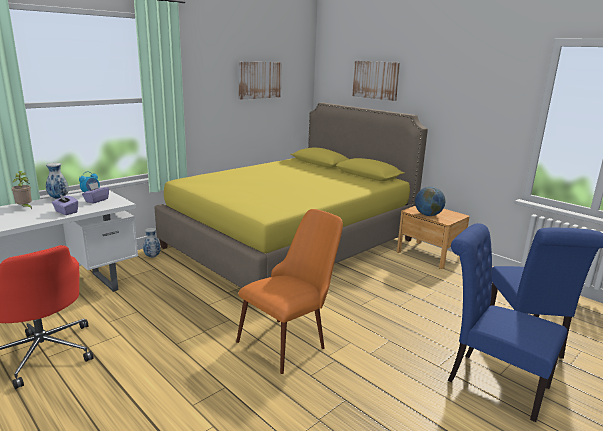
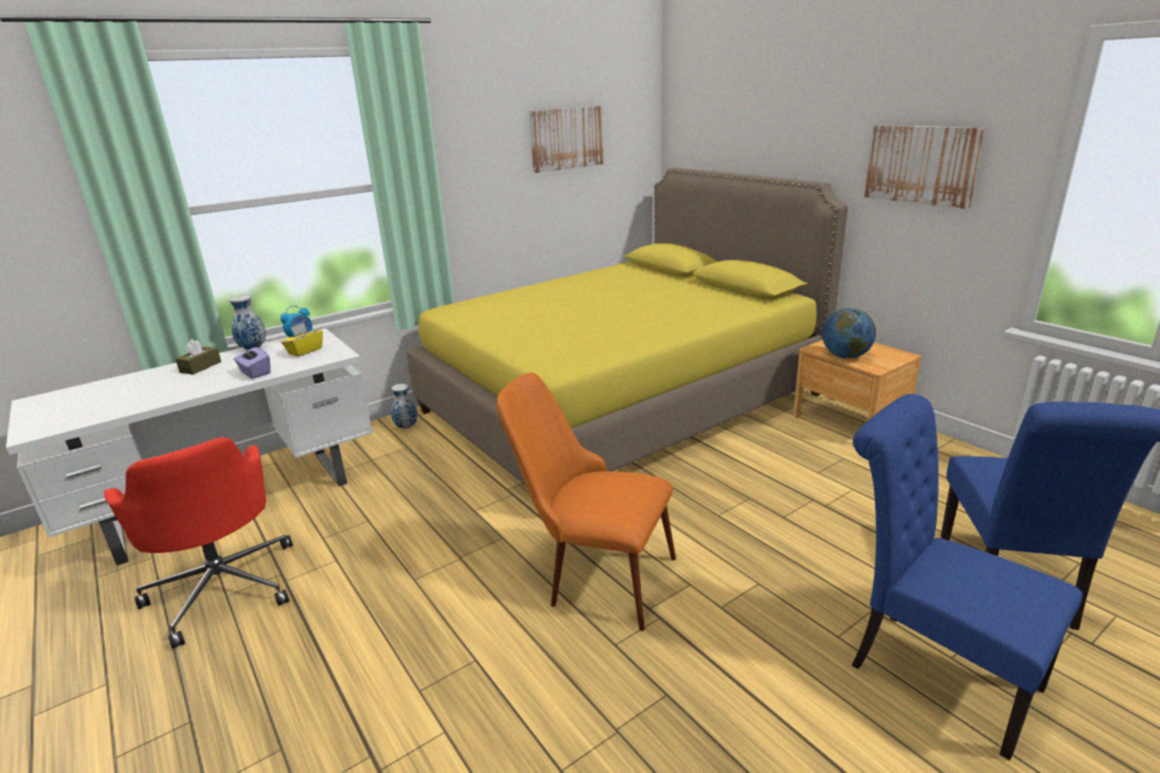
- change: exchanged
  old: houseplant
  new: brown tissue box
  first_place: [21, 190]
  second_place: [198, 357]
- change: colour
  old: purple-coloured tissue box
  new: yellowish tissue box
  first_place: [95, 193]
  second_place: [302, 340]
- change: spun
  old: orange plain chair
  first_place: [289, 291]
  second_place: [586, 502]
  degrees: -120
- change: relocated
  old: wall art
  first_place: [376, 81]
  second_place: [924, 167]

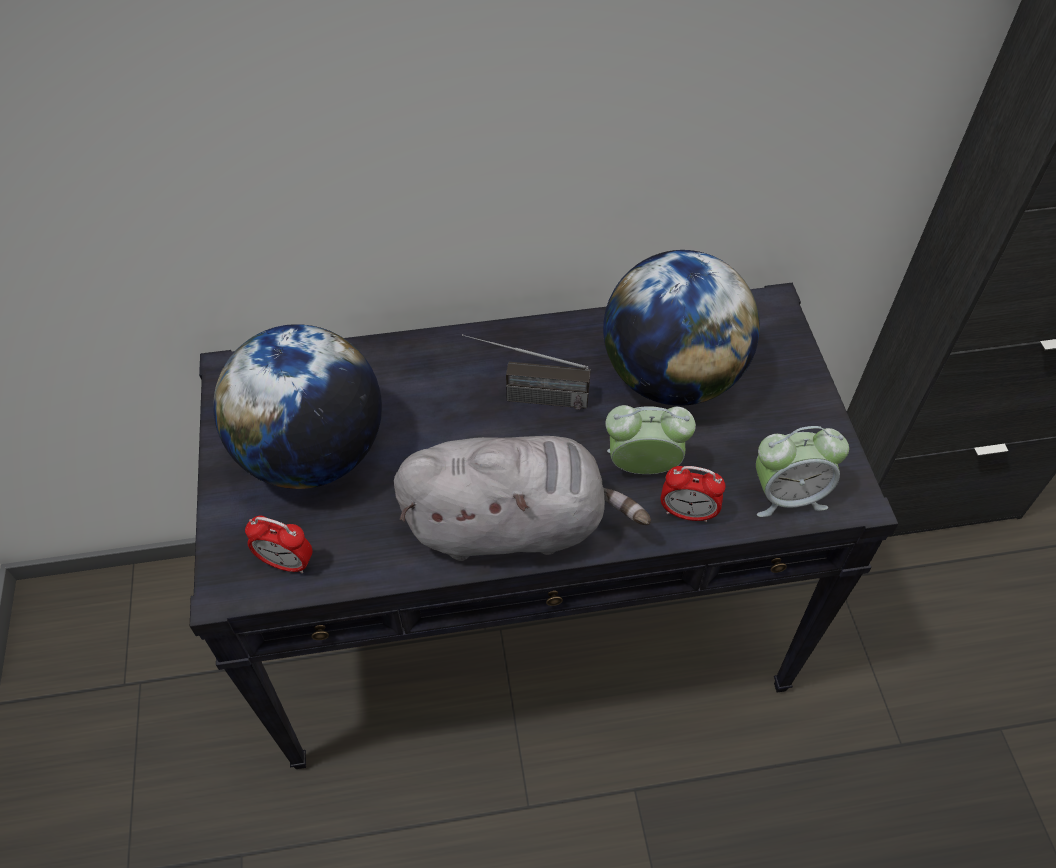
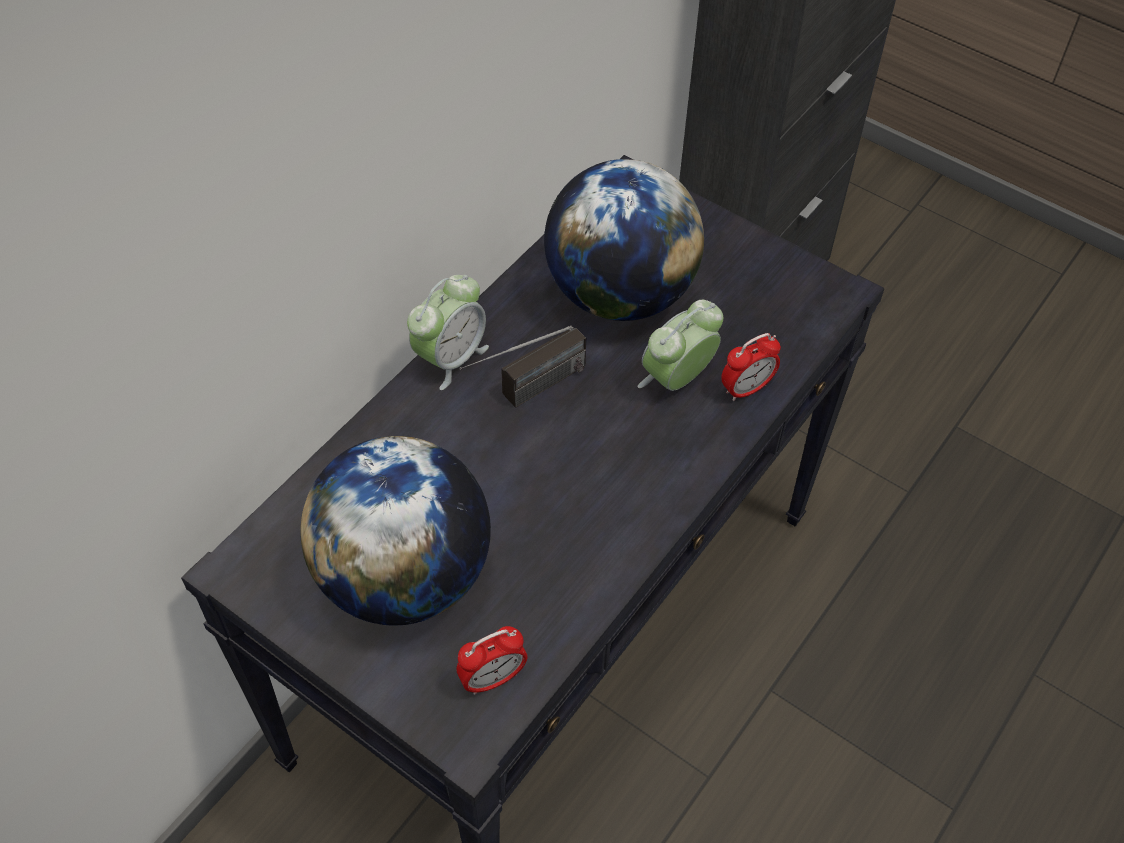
- change: missing
  old: gray plush toy
  first_place: [522, 498]
- change: relocated
  old: alarm clock
  first_place: [802, 471]
  second_place: [448, 332]

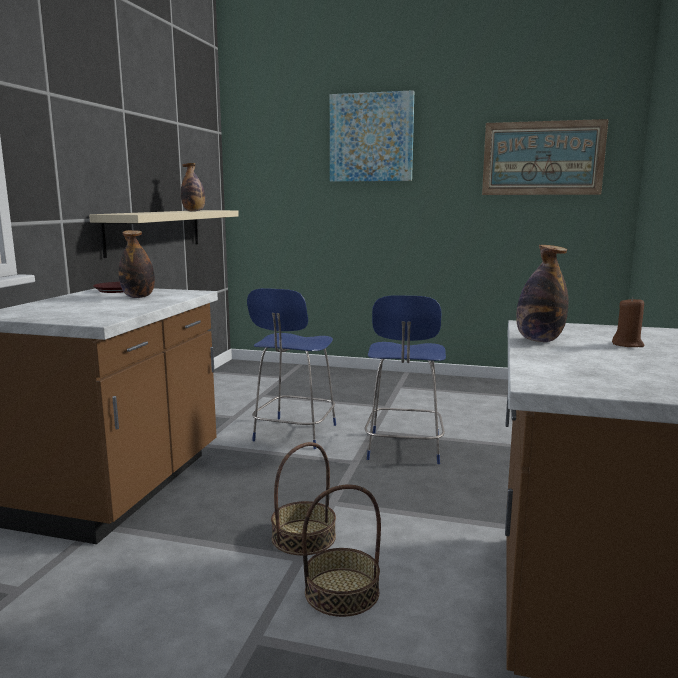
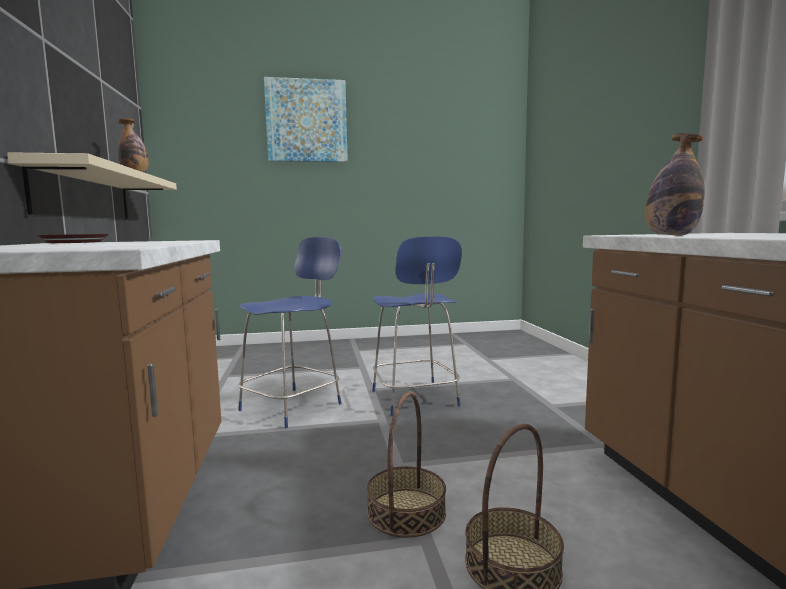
- change: missing
  old: drink bottle
  first_place: [137, 264]
- change: spun
  old: blue-coloured plain chair
  first_place: [291, 368]
  second_place: [289, 332]
  degrees: -135
- change: missing
  old: wall art
  first_place: [545, 157]
- change: missing
  old: brown wax light
  first_place: [628, 322]

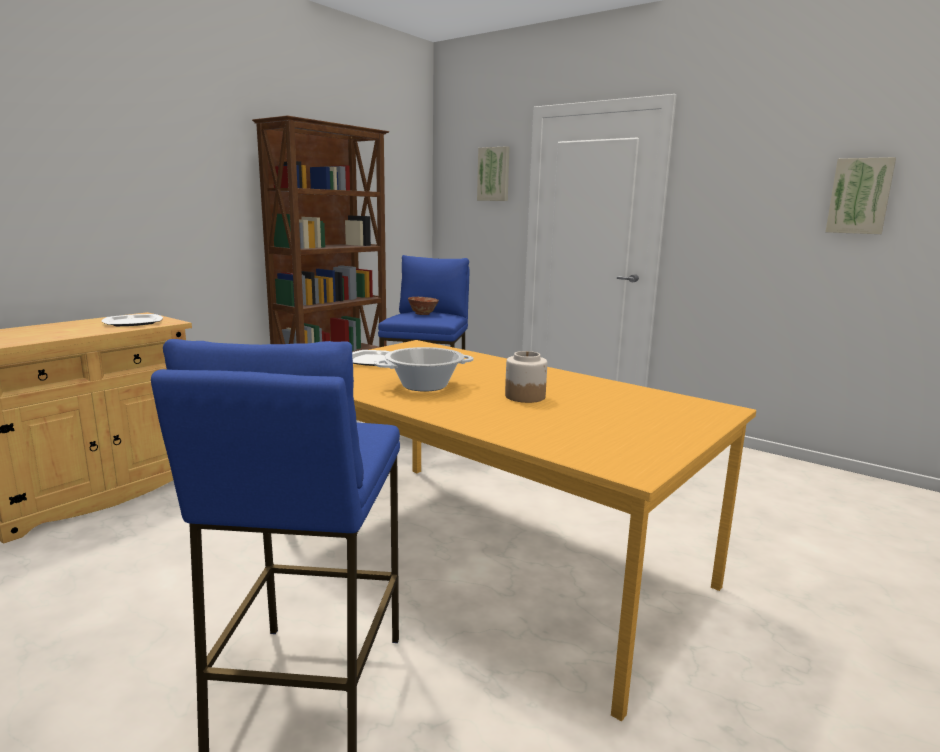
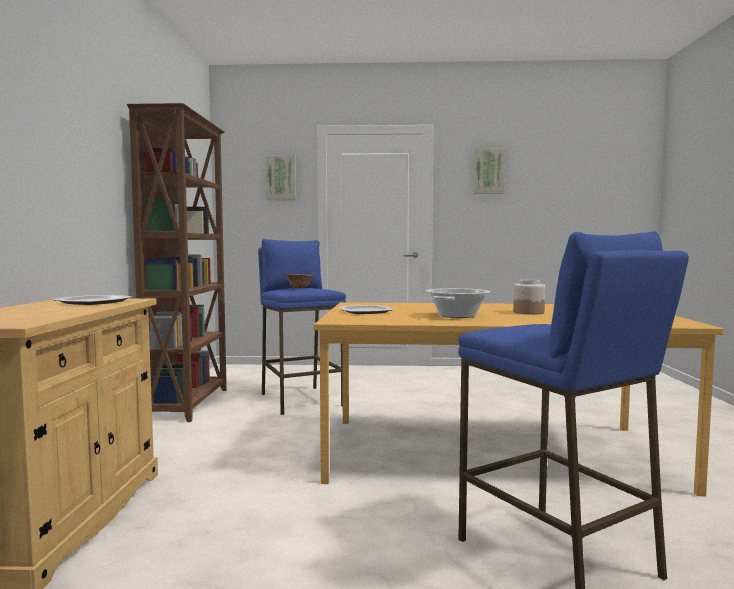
- change: relocated
  old: wall art
  first_place: [861, 195]
  second_place: [489, 171]

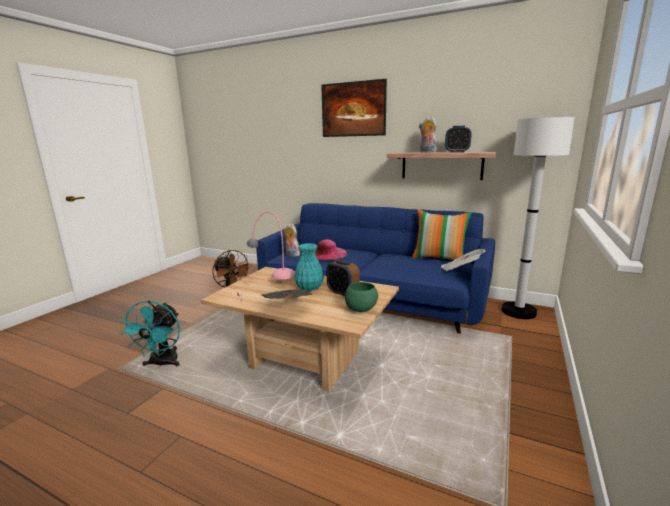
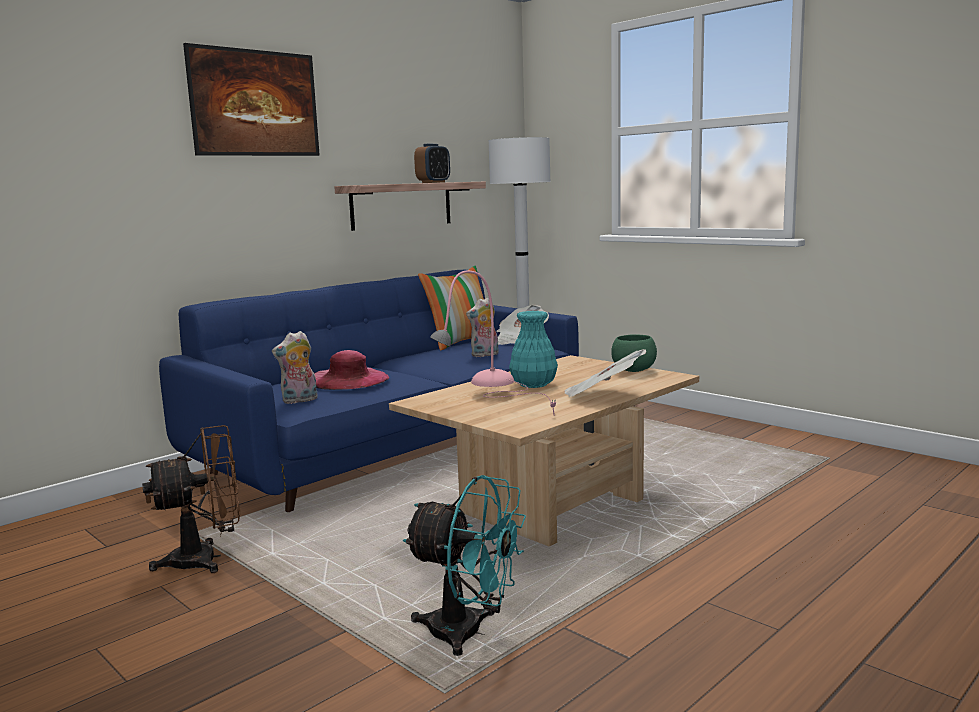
- change: missing
  old: alarm clock
  first_place: [343, 277]
- change: relocated
  old: plush toy
  first_place: [428, 134]
  second_place: [482, 327]

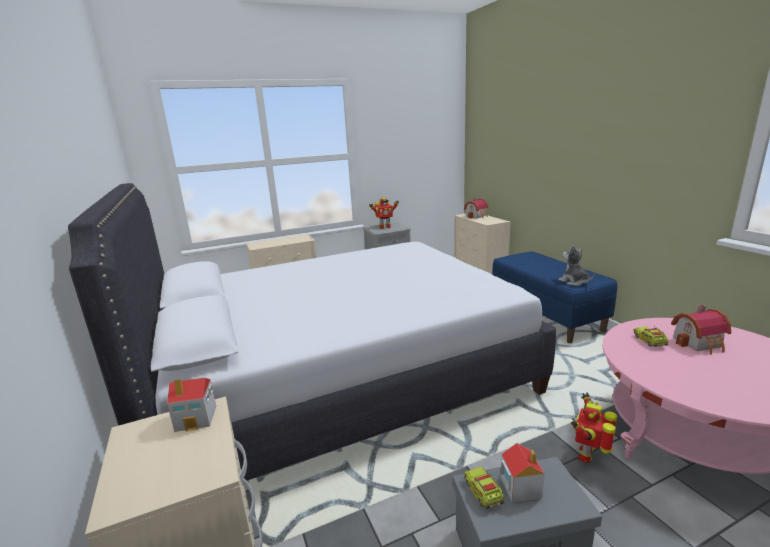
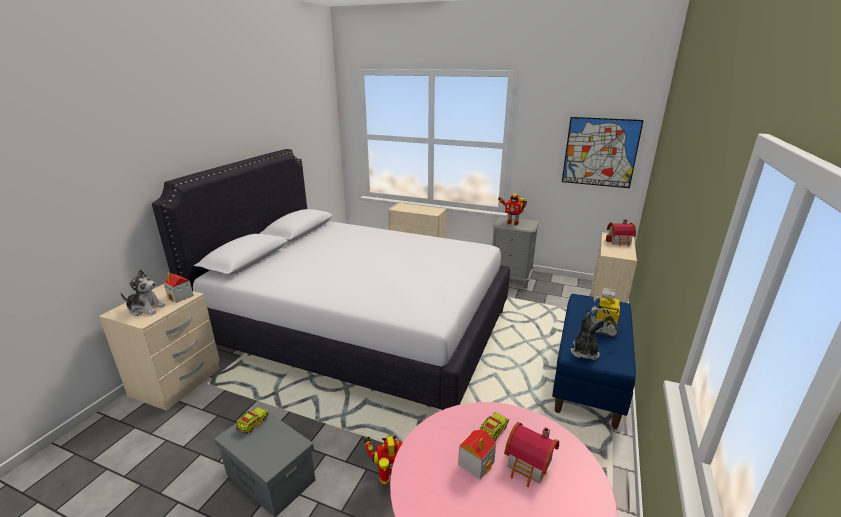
- change: relocated
  old: miniature house
  first_place: [522, 472]
  second_place: [477, 454]
- change: appeared
  new: plush toy
  second_place: [142, 293]
- change: appeared
  new: wall art
  second_place: [603, 152]
- change: appeared
  new: toy robot
  second_place: [605, 312]

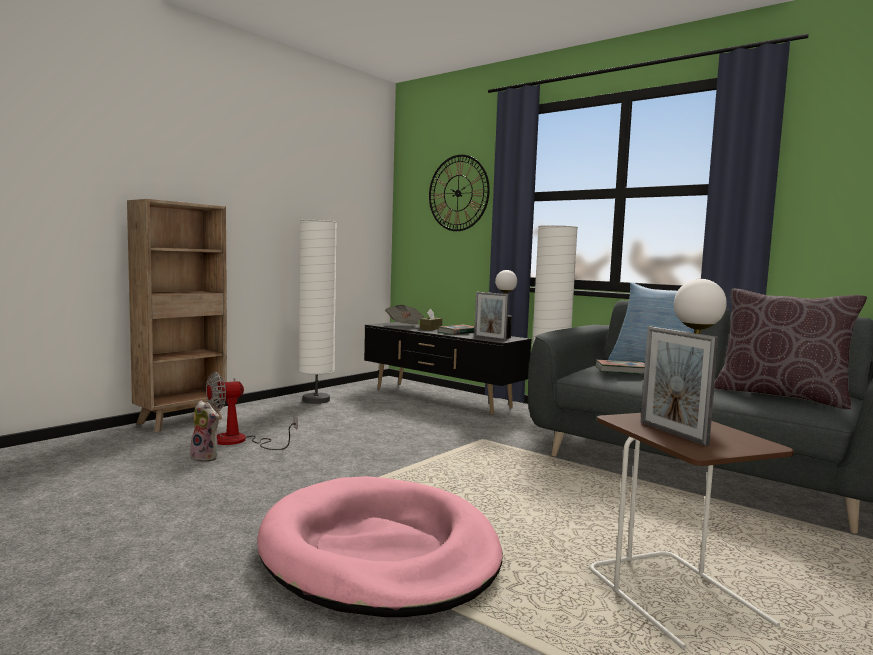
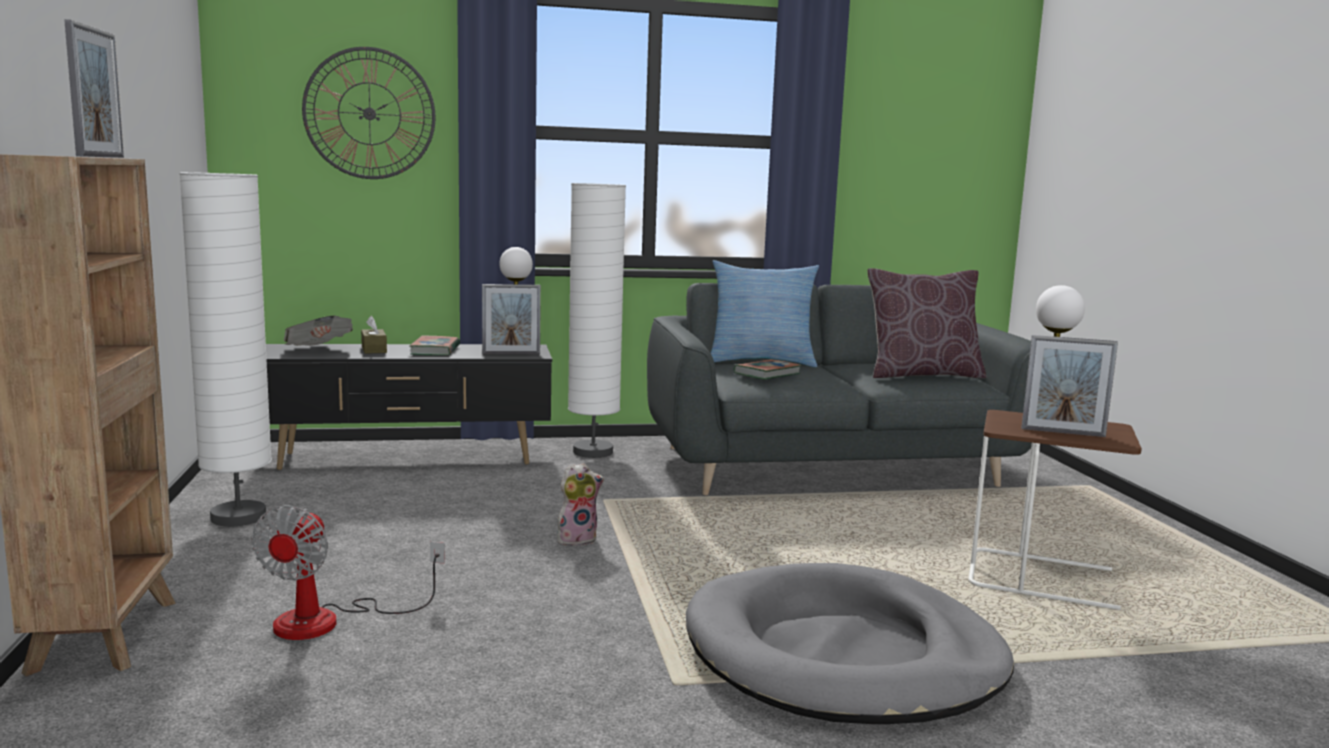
- change: relocated
  old: plush toy
  first_place: [204, 431]
  second_place: [580, 504]
- change: colour
  old: pink pet bed
  new: gray pet bed
  first_place: [380, 546]
  second_place: [850, 643]
- change: appeared
  new: photo frame
  second_place: [94, 88]

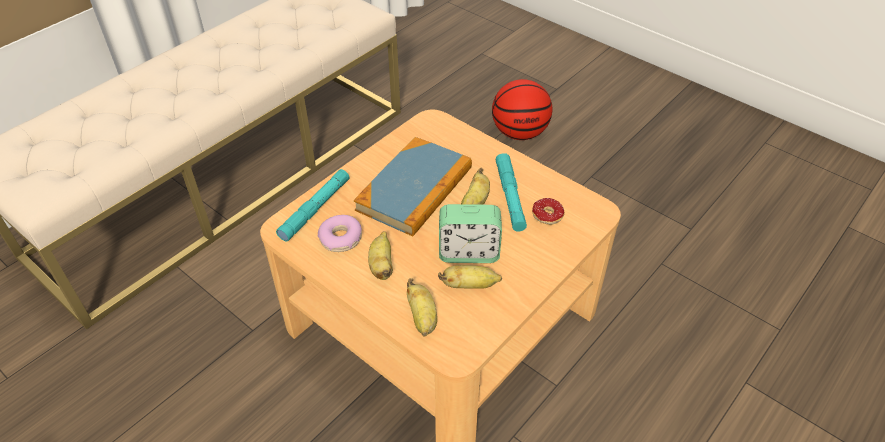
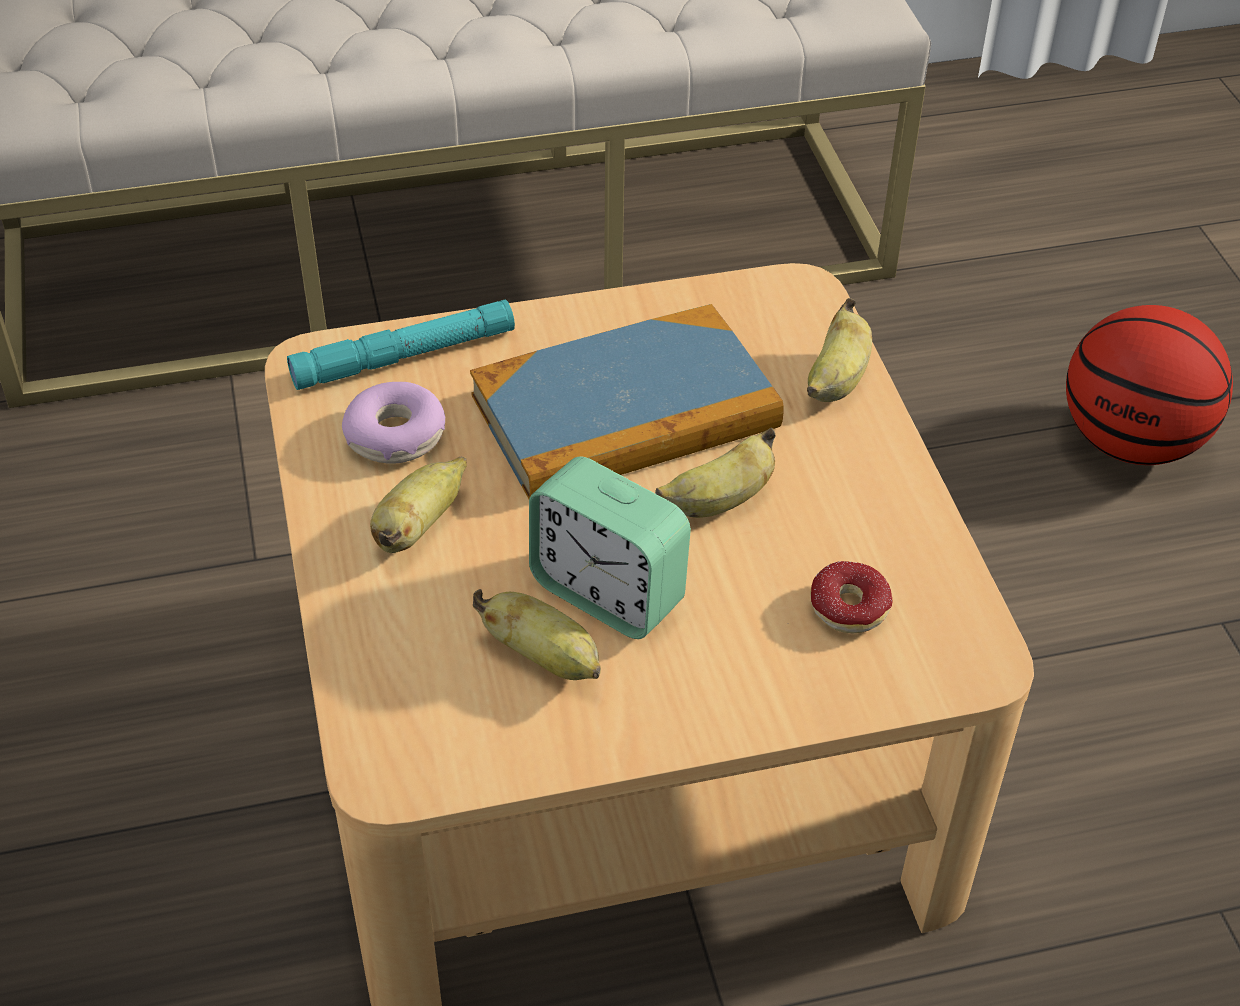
- change: relocated
  old: banana
  first_place: [422, 307]
  second_place: [839, 350]
- change: missing
  old: turquoise flashlight
  first_place: [511, 192]

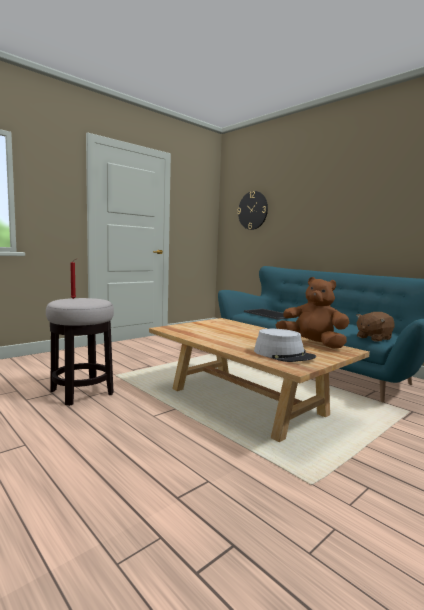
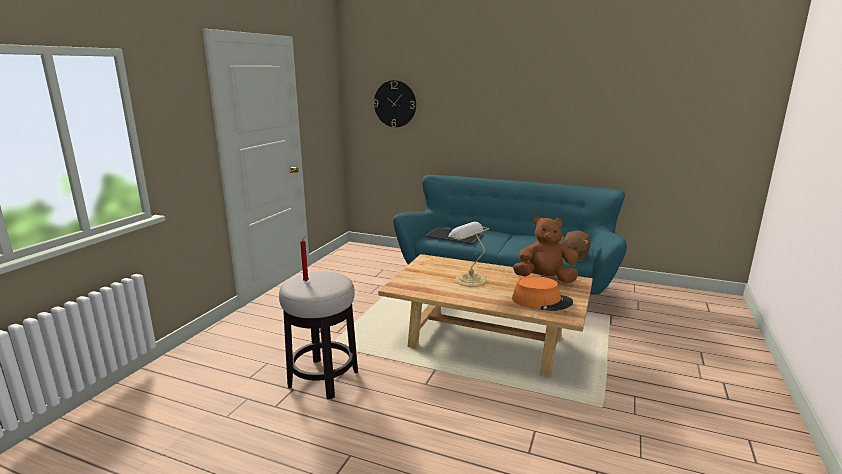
- change: colour
  old: gray hat
  new: orange hat
  first_place: [285, 345]
  second_place: [542, 293]
- change: appeared
  new: lamp for a table
  second_place: [468, 254]

